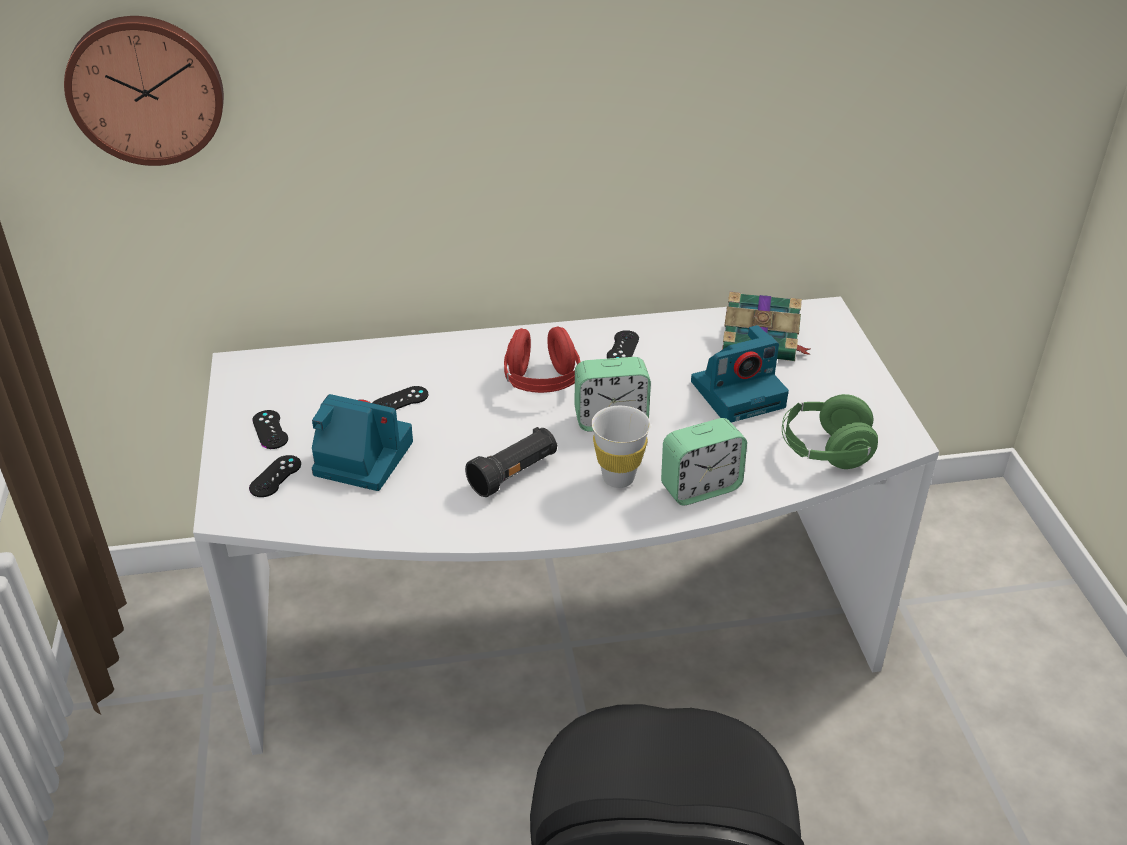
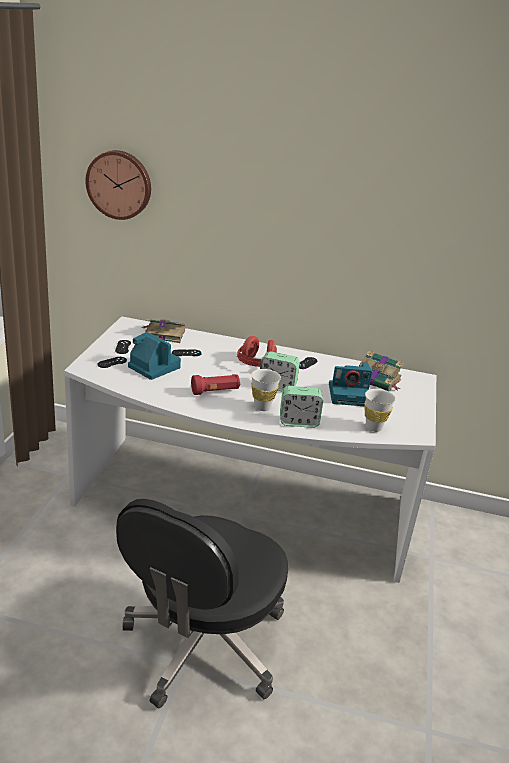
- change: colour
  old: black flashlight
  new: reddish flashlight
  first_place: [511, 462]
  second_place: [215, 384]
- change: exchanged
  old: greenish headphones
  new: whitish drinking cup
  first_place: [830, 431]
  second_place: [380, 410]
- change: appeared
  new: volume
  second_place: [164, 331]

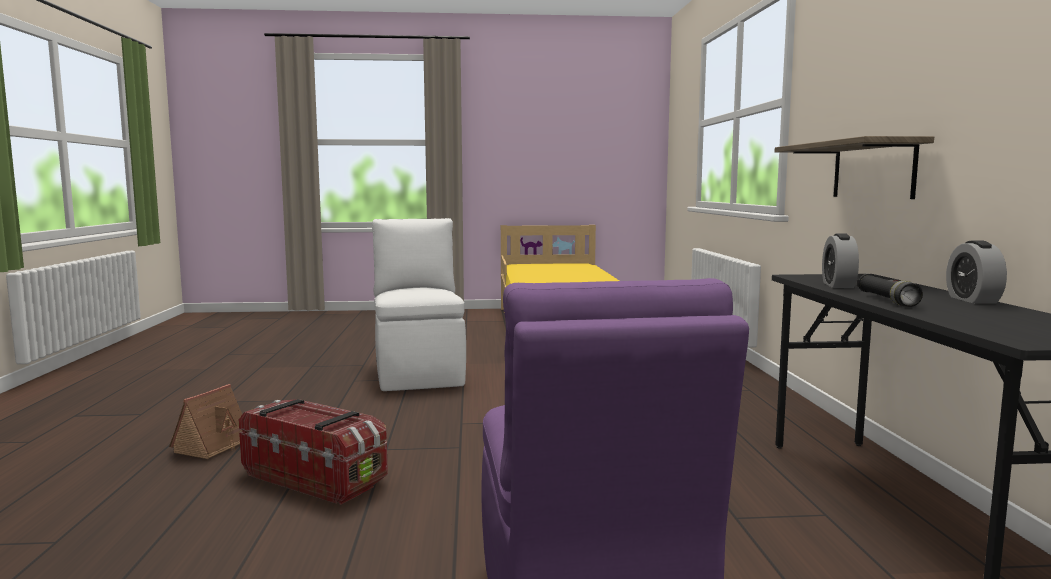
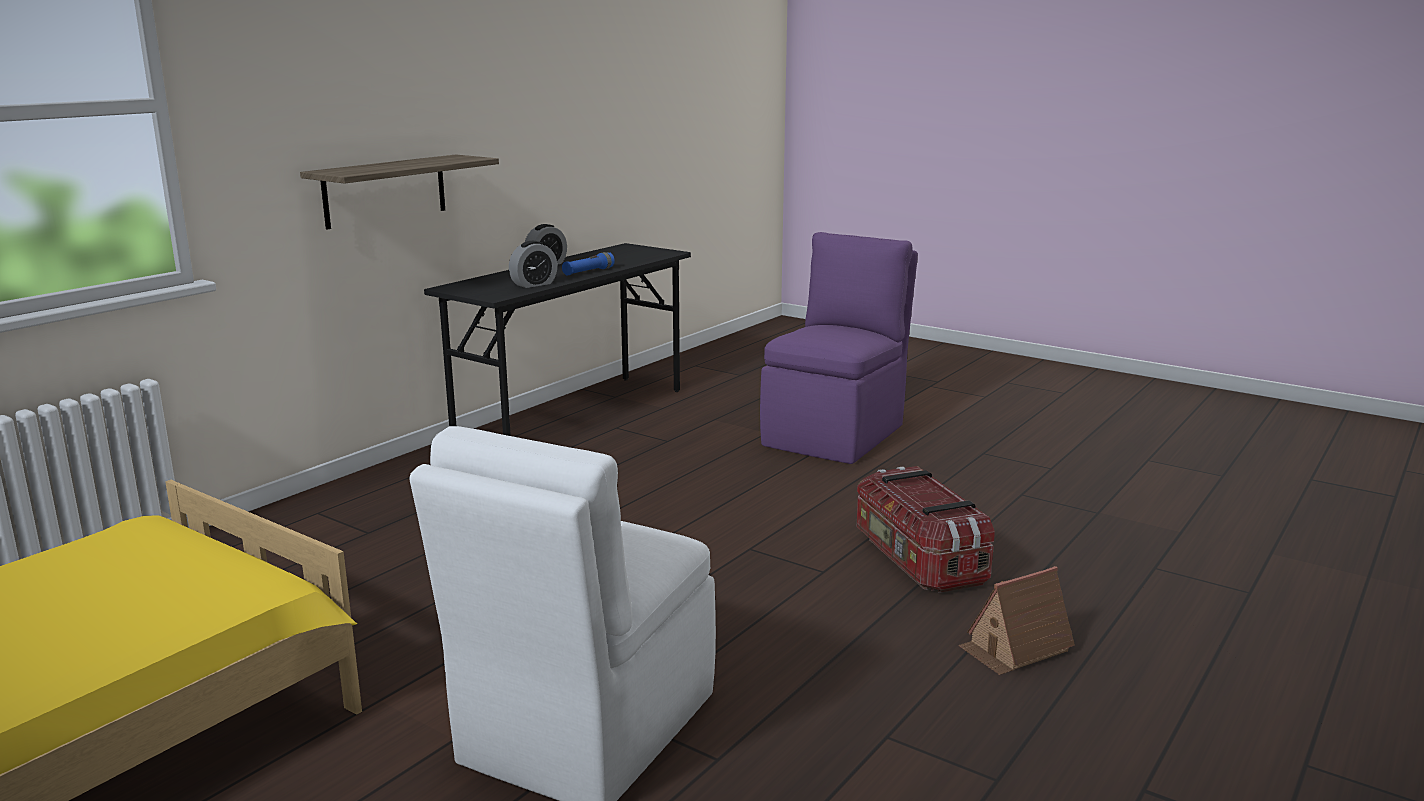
- change: colour
  old: black flashlight
  new: blue-coloured flashlight
  first_place: [890, 290]
  second_place: [588, 264]

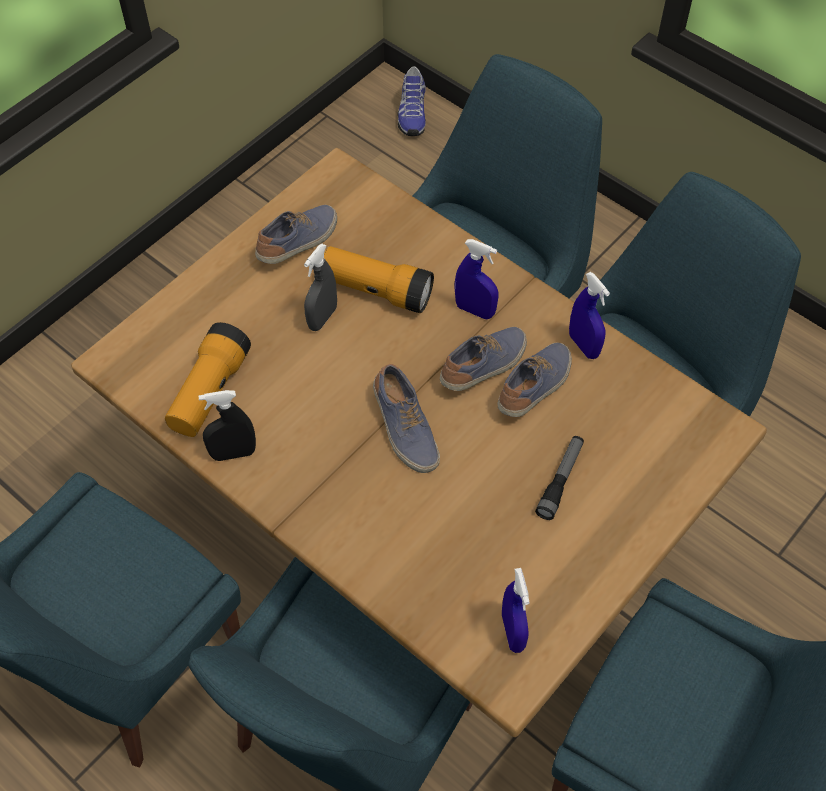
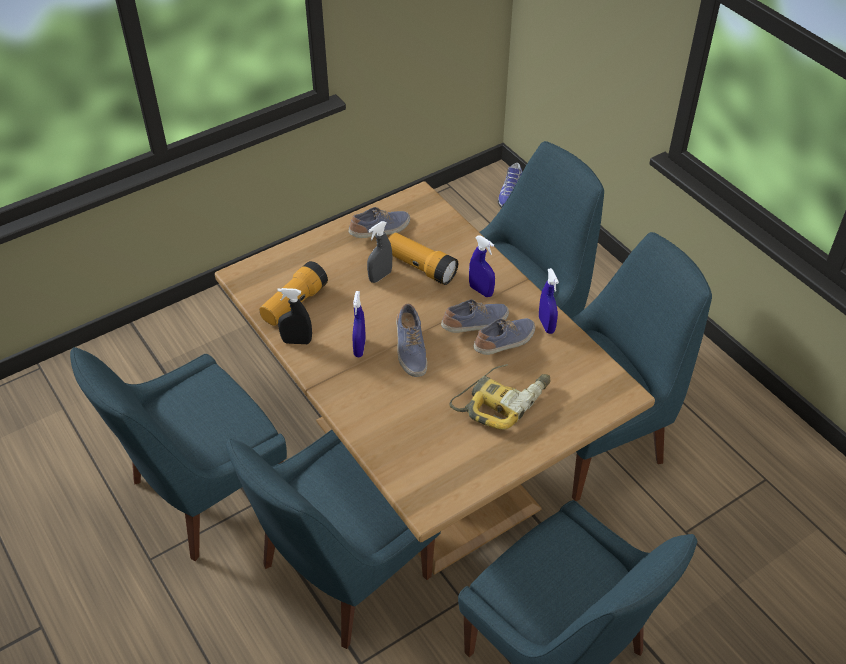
- change: relocated
  old: blue-coloured sprayer
  first_place: [516, 610]
  second_place: [359, 324]
- change: exchanged
  old: flashlight
  new: electric drill
  first_place: [559, 478]
  second_place: [500, 397]

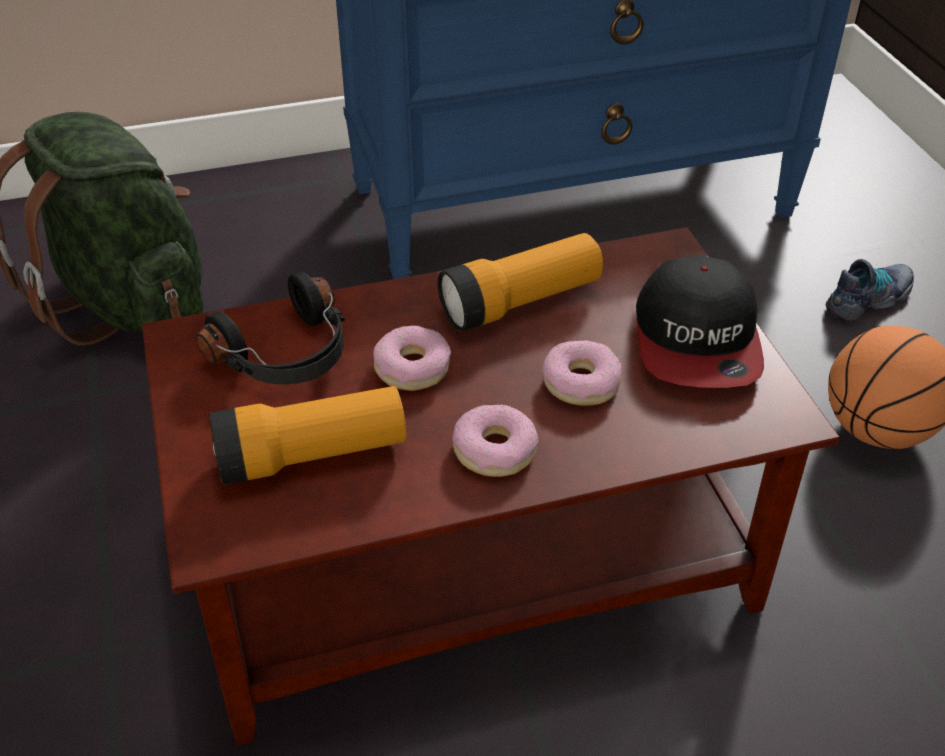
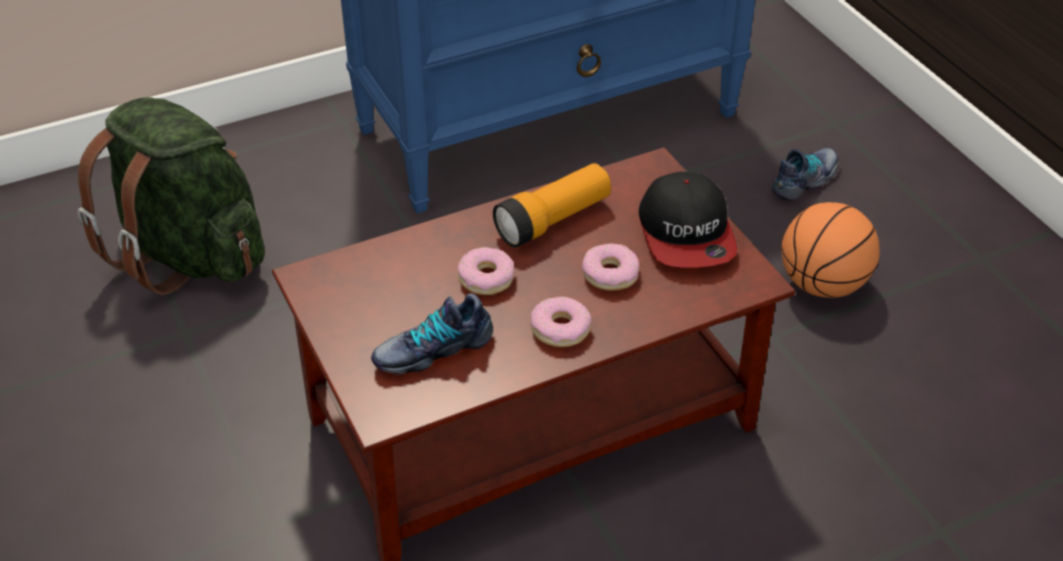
- change: missing
  old: black headphones
  first_place: [270, 328]
- change: exchanged
  old: flashlight
  new: item of footwear
  first_place: [307, 435]
  second_place: [432, 334]

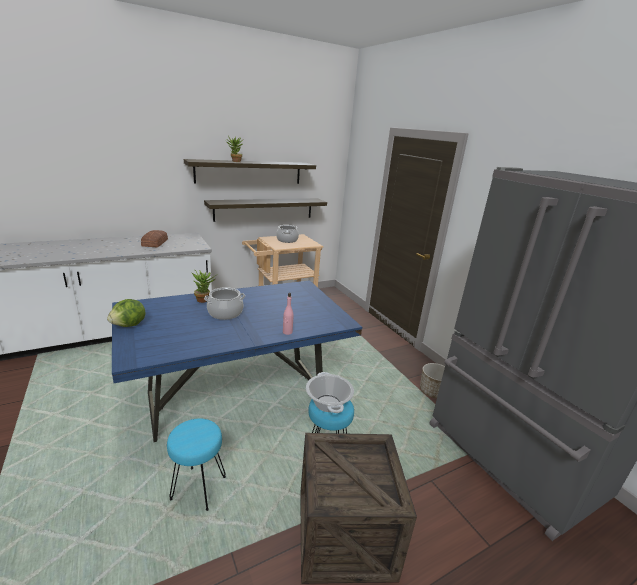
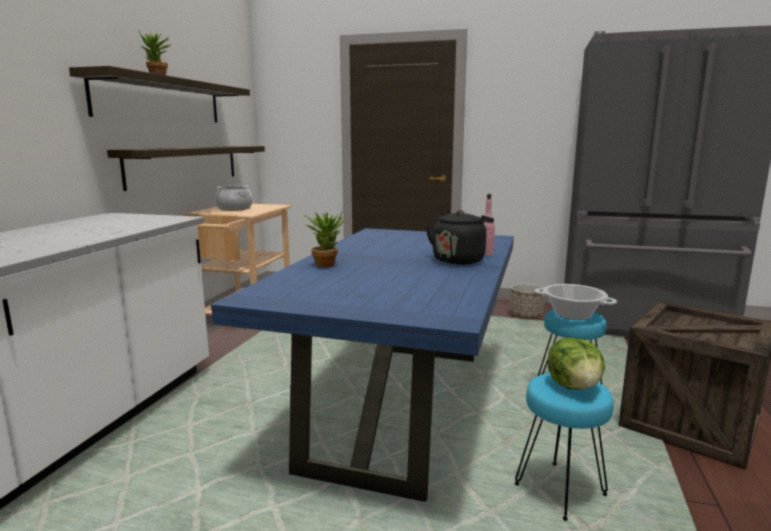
- change: relocated
  old: head of lettuce
  first_place: [126, 313]
  second_place: [576, 364]
- change: missing
  old: bakery bread
  first_place: [154, 238]
- change: missing
  old: cooking pot
  first_place: [224, 303]
- change: appeared
  new: black water kettle
  second_place: [460, 237]

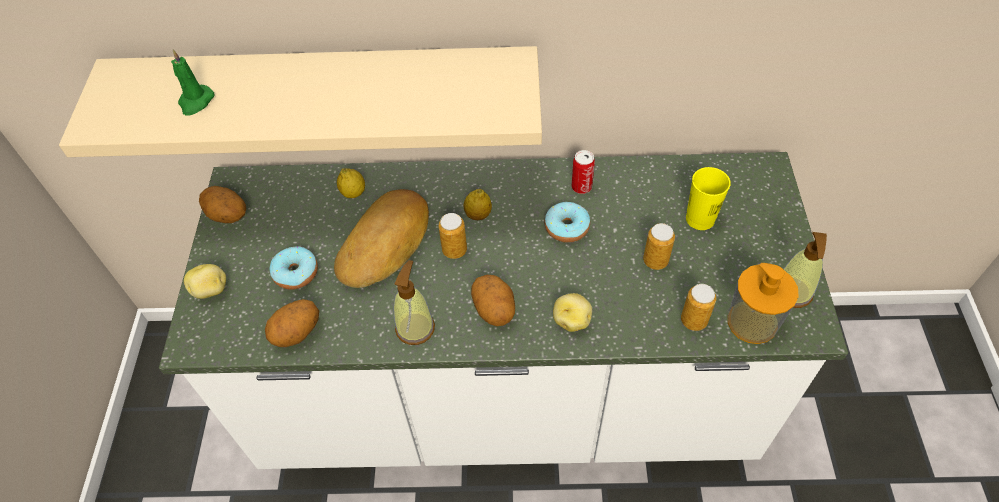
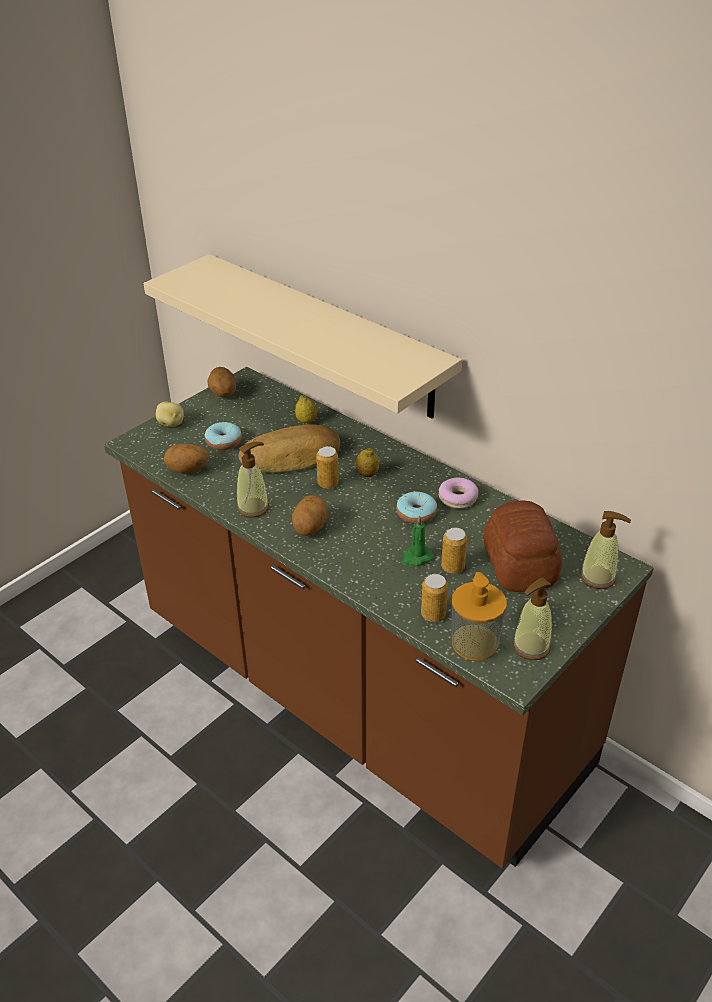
- change: colour
  old: whitish kitchen base unit
  new: brown kitchen base unit
  first_place: [503, 310]
  second_place: [378, 618]
- change: relocated
  old: greenish wax light
  first_place: [192, 82]
  second_place: [417, 540]
- change: missing
  old: whole potato
  first_place: [572, 312]
- change: exchanged
  old: can
  new: donut
  first_place: [583, 172]
  second_place: [459, 493]
- change: exchanged
  old: yellowish drinking cup
  new: bakery bread
  first_place: [708, 198]
  second_place: [522, 546]
- change: appeared
  new: liquid soap bottle
  second_place: [605, 550]

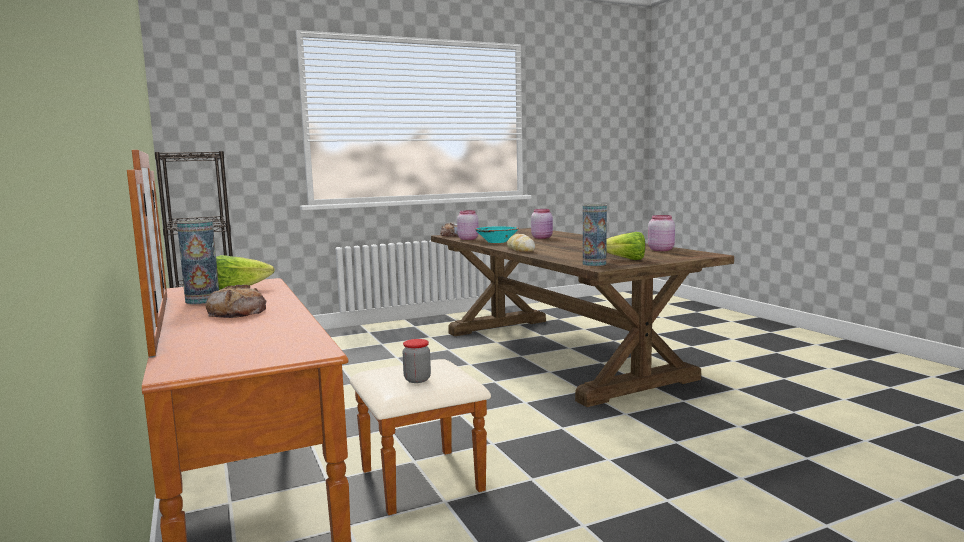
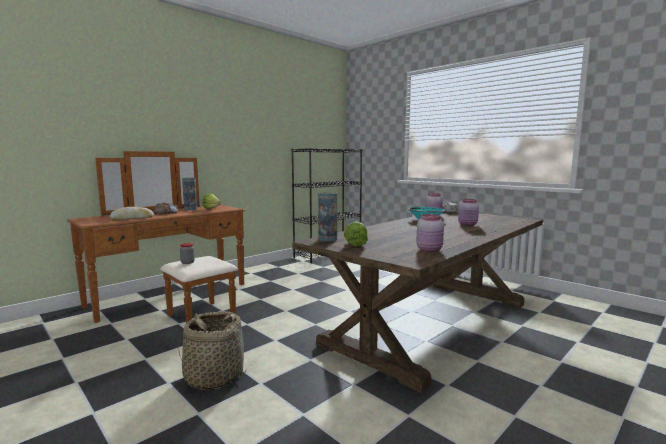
- change: relocated
  old: bakery bread
  first_place: [521, 243]
  second_place: [132, 213]
- change: appeared
  new: storage basket
  second_place: [212, 350]

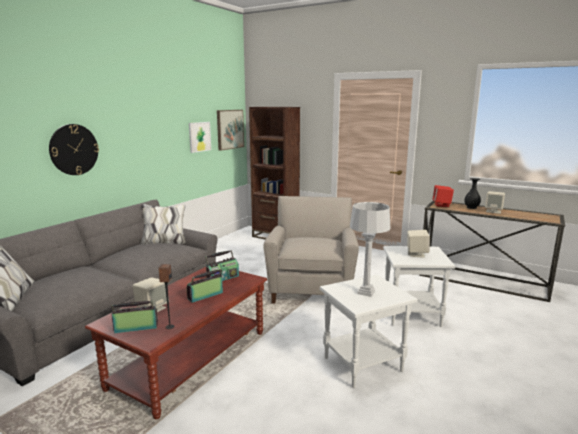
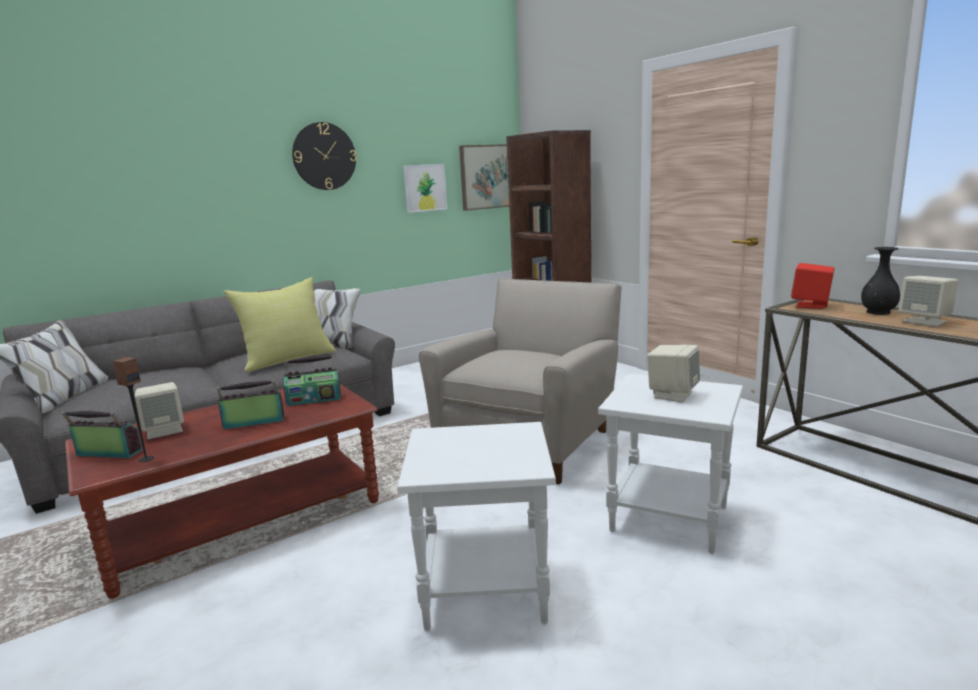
- change: relocated
  old: clock on the wall
  first_place: [74, 149]
  second_place: [324, 156]
- change: missing
  old: gray lamp for a table
  first_place: [370, 249]
- change: appeared
  new: yellowish pillow
  second_place: [280, 324]

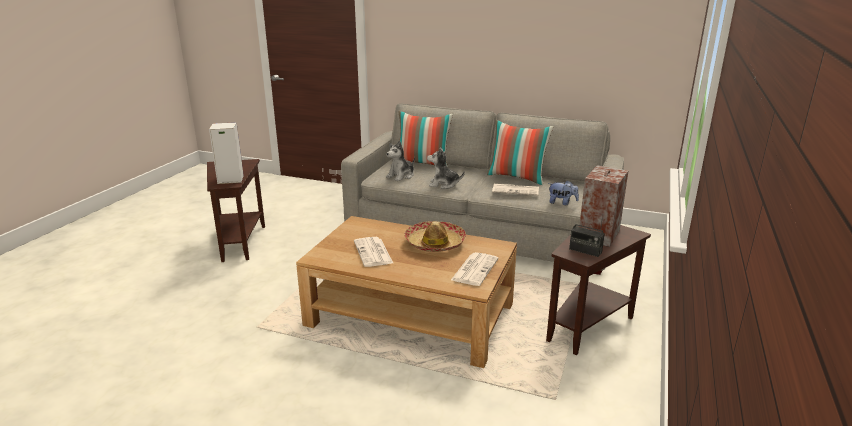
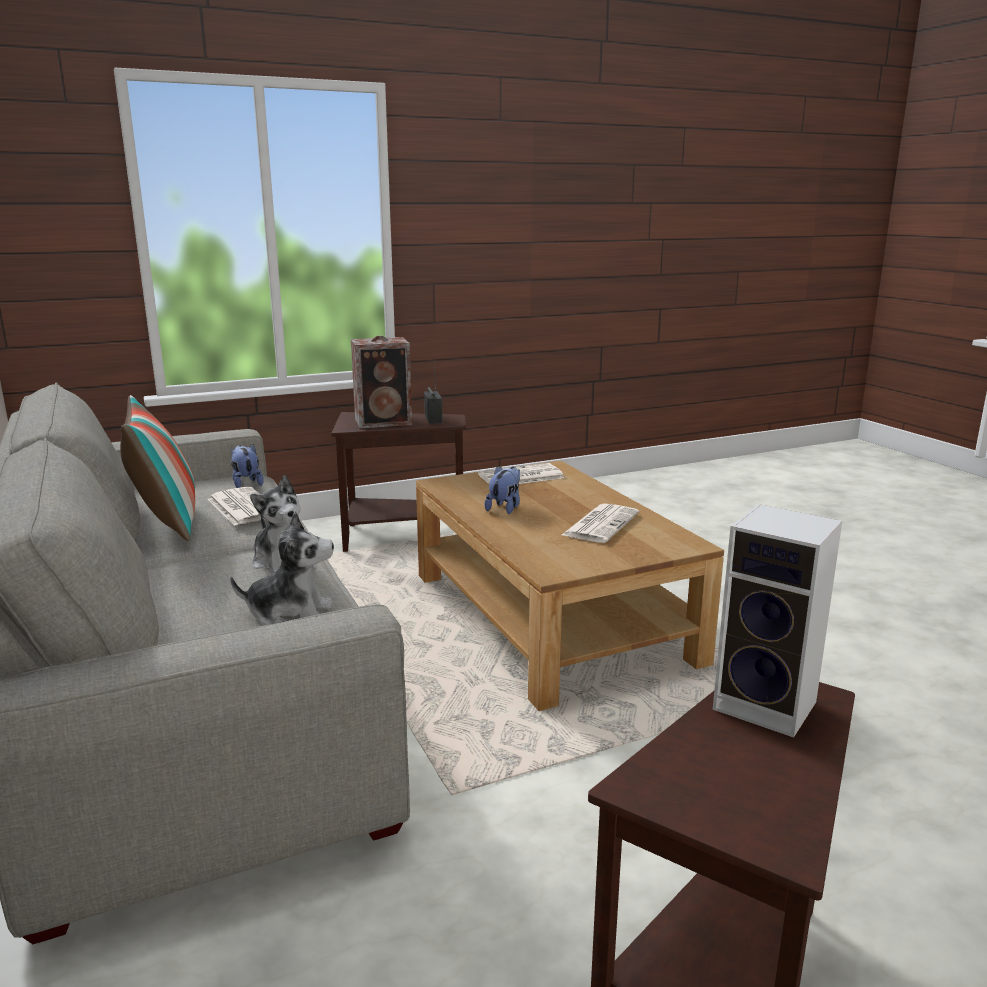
- change: missing
  old: pillow
  first_place: [426, 139]
- change: exchanged
  old: hat
  new: plush toy
  first_place: [435, 236]
  second_place: [502, 490]

